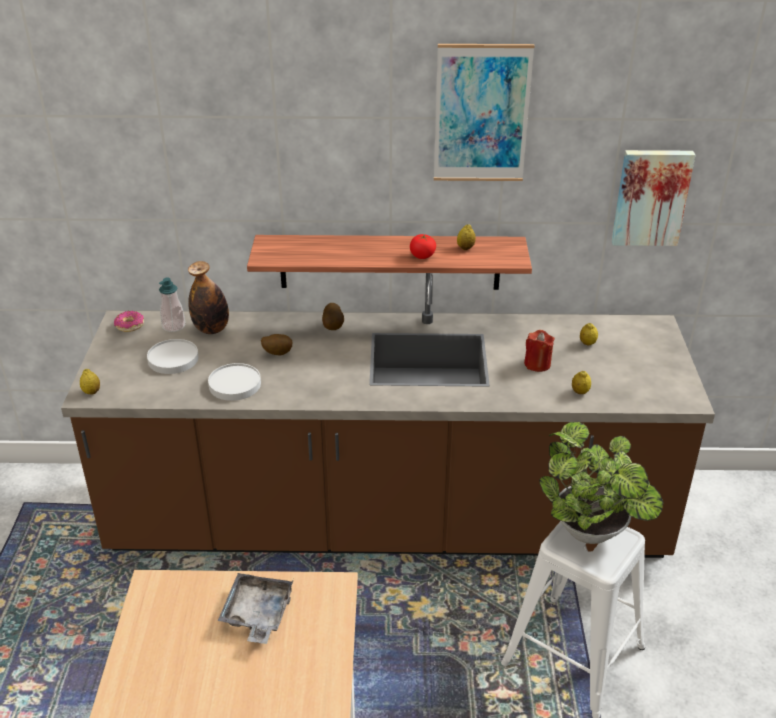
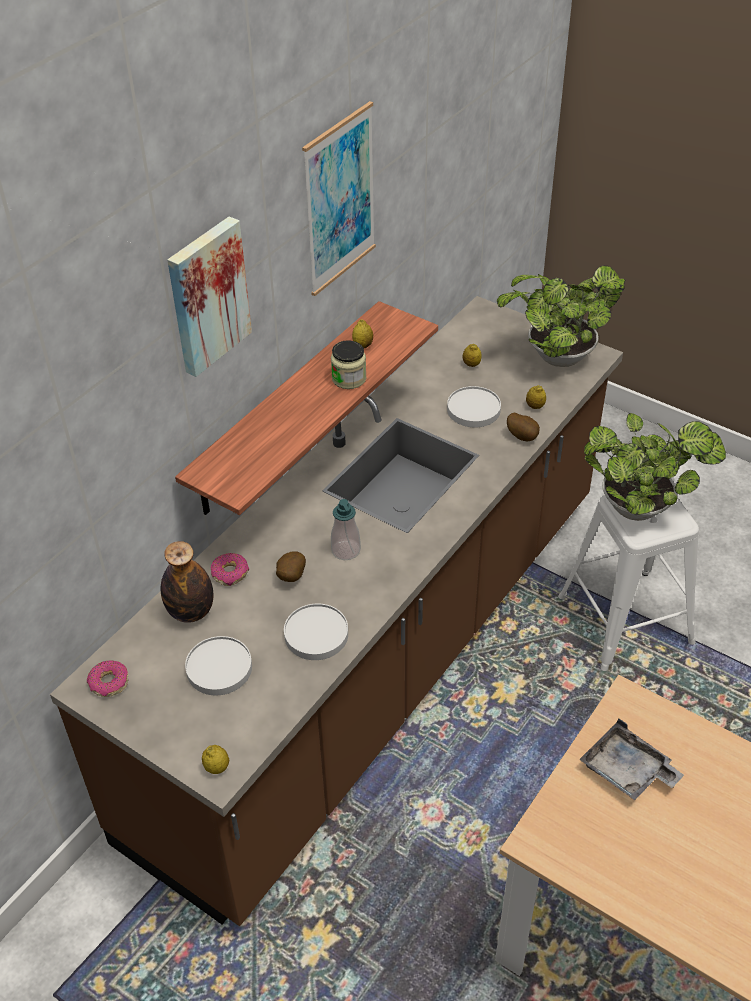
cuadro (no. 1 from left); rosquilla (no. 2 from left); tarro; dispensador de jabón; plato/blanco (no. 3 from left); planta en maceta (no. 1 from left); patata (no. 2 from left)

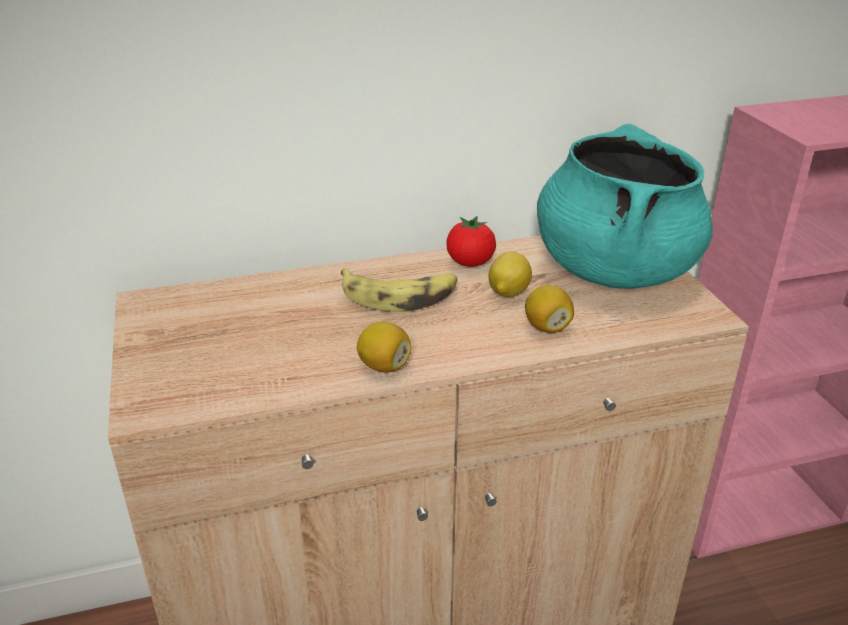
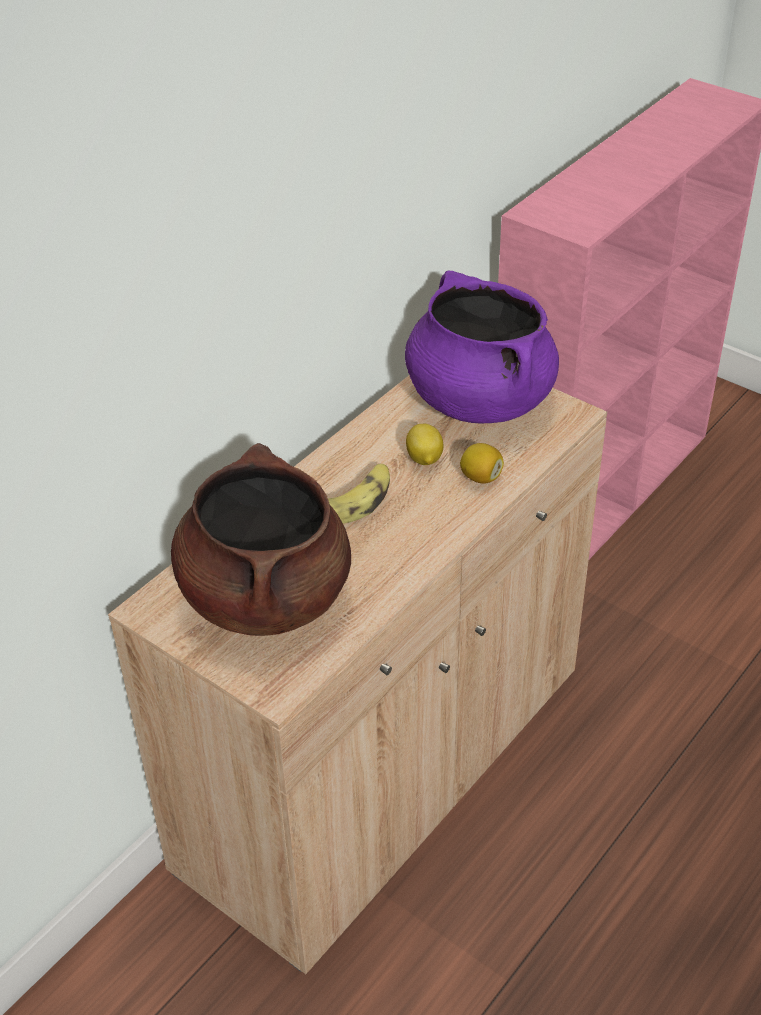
olla/marrón; olla/morado; limón (no. 1 from left in the first image); tomate

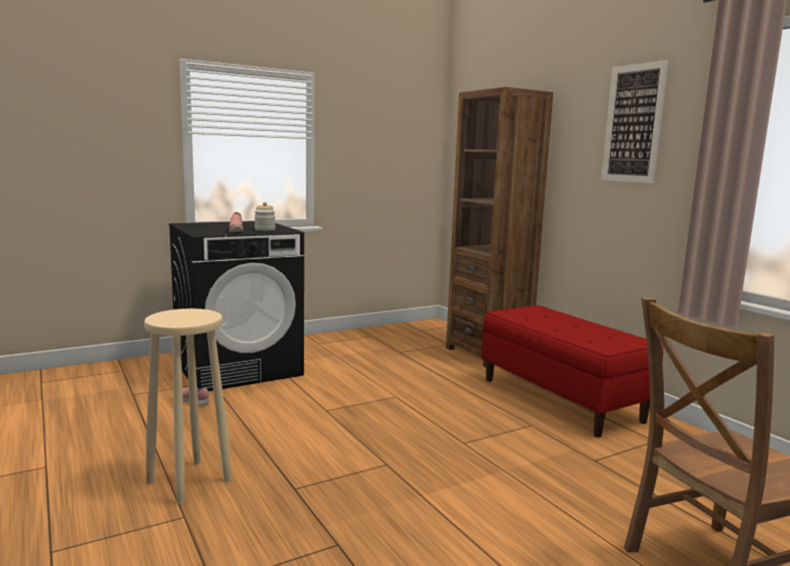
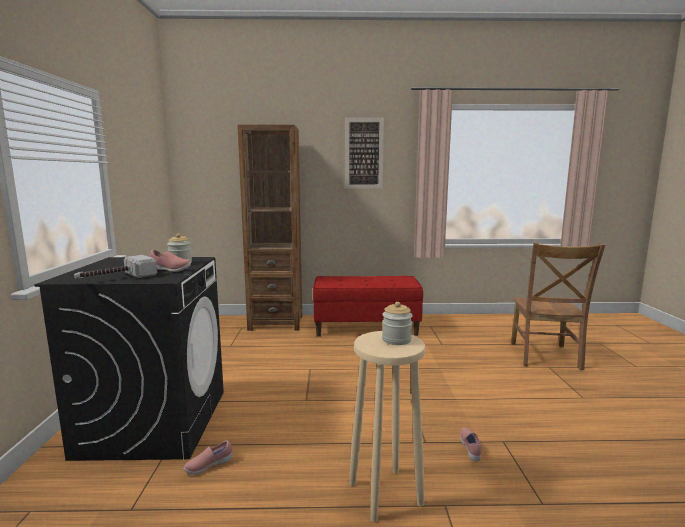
martillo; tarro (no. 2 from left); zapato/rosa (no. 3 from left)

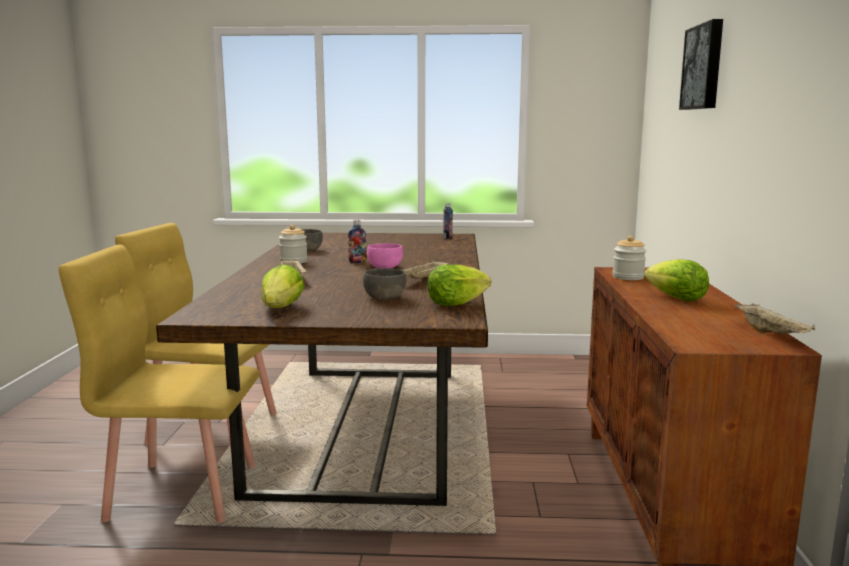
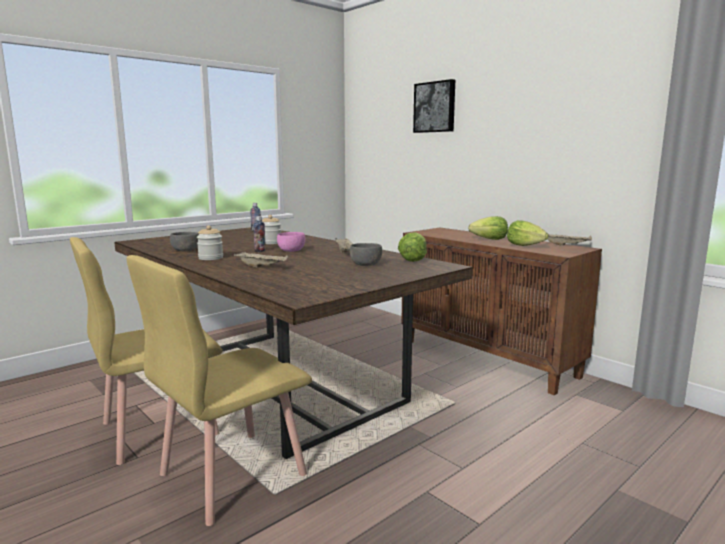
tarro (no. 2 from left); lechuga (no. 3 from left)

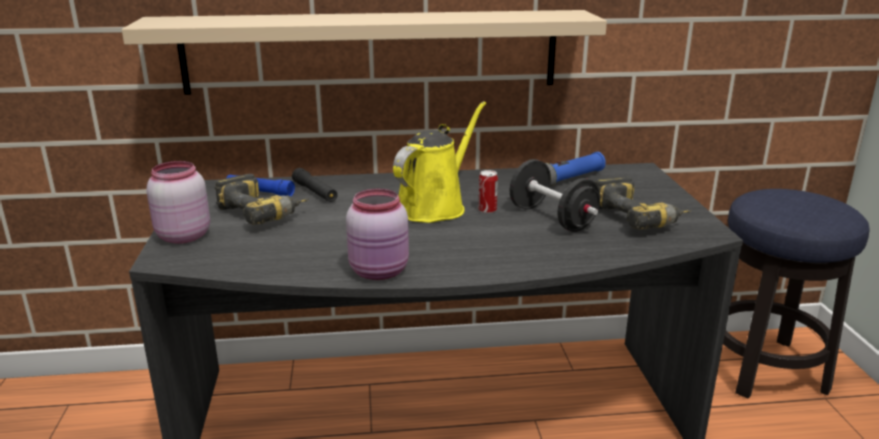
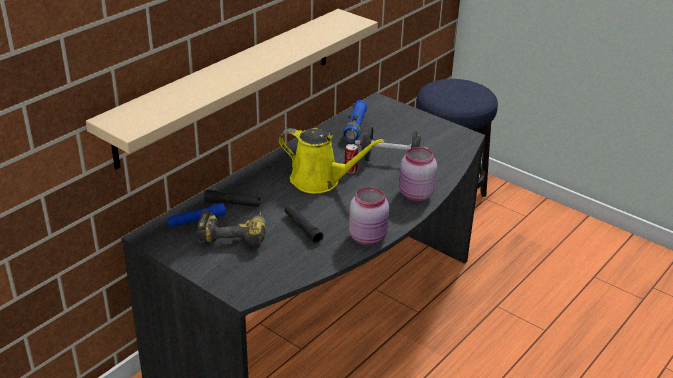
regadera/amarillo; linterna/negro (no. 2 from left); tarro/rosa (no. 2 from left); taladro (no. 2 from left in the first image)

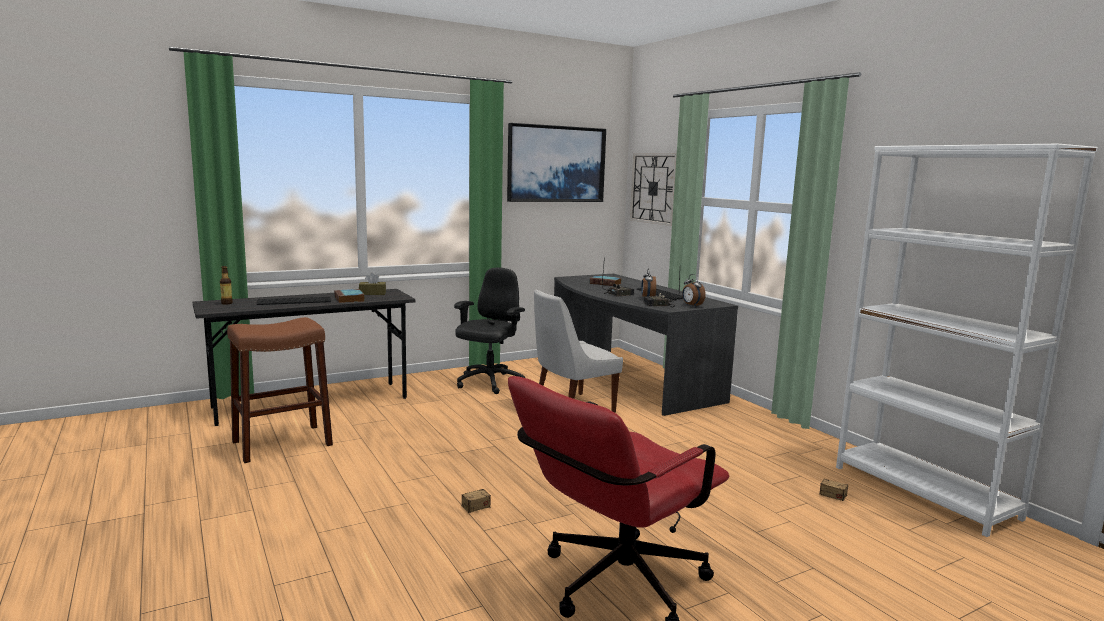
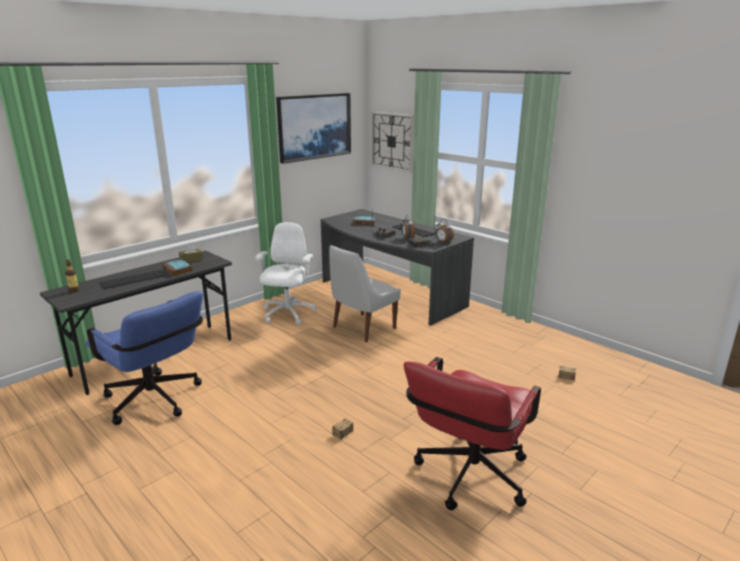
silla de oficina/azul; silla de oficina/blanco; estantería/blanco

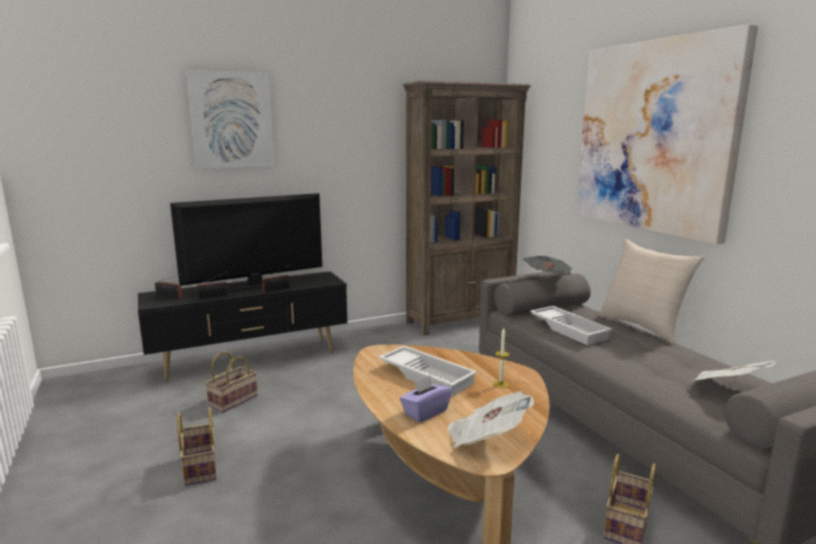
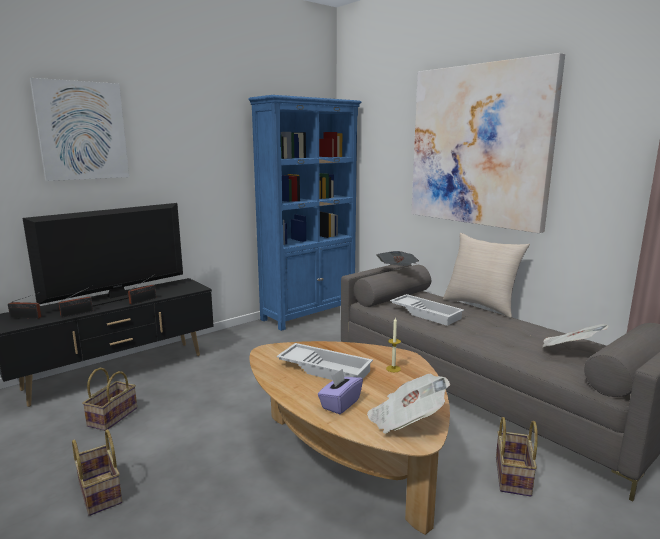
estantería/azul

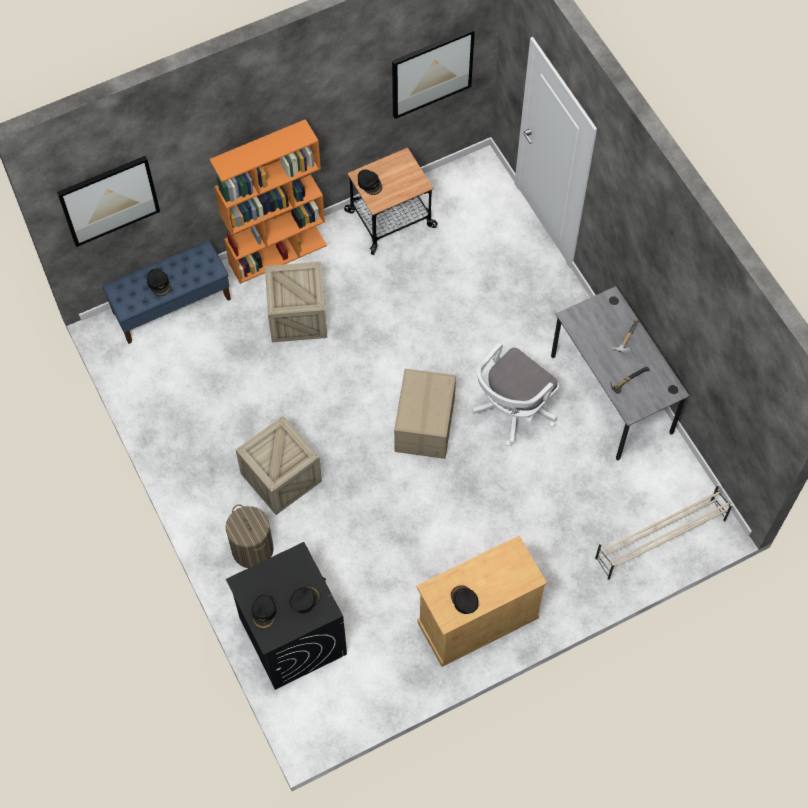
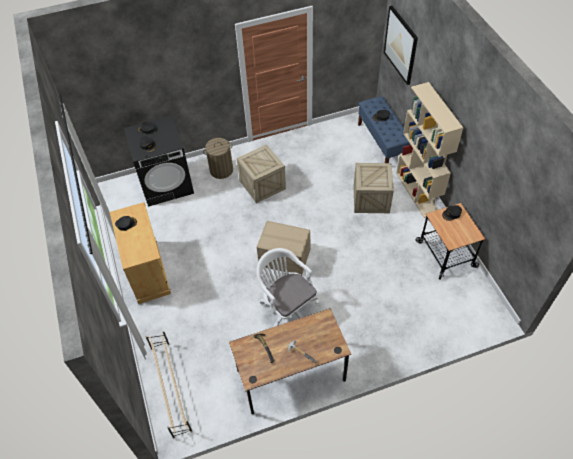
escritorio/marrón; estantería/beis; cuadro (no. 2 from left in the first image)

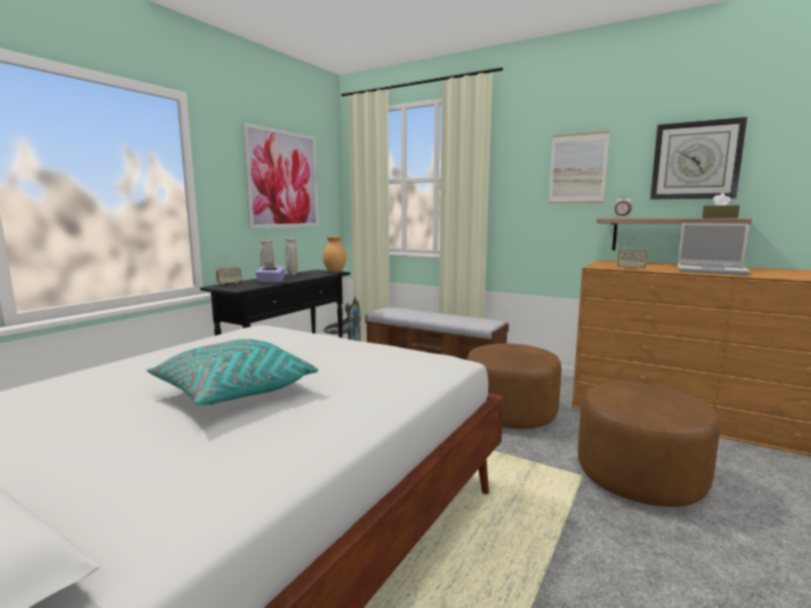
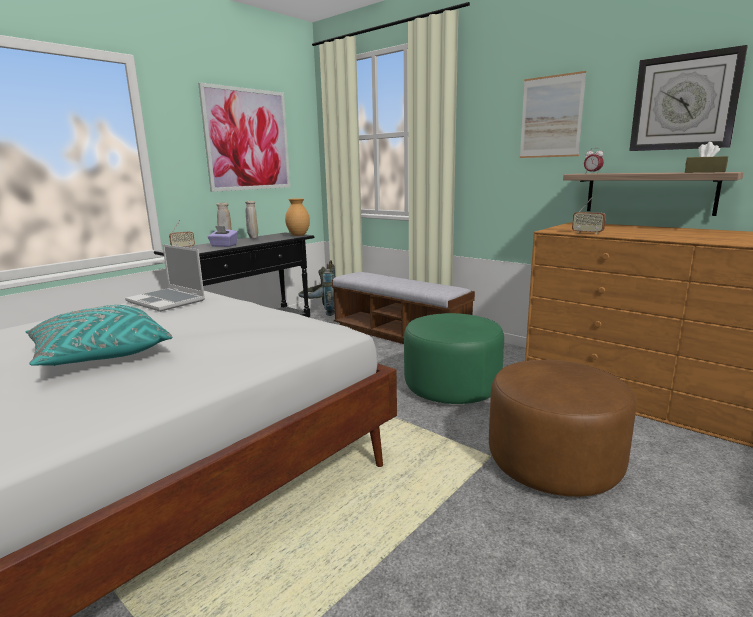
portátil; puf/verde

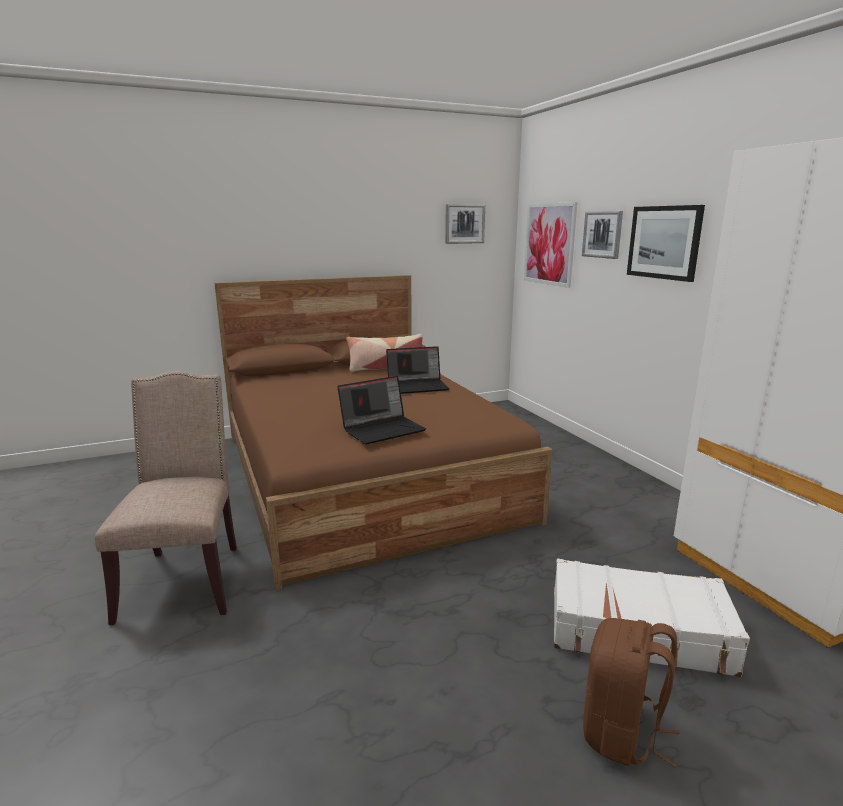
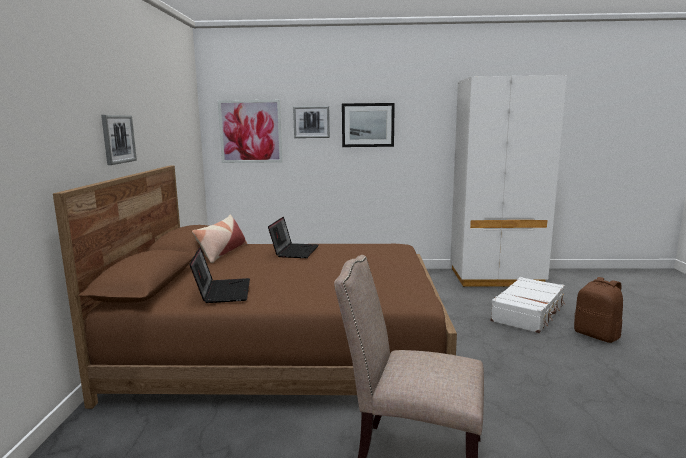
cuadro (no. 1 from left); portátil (no. 1 from left)

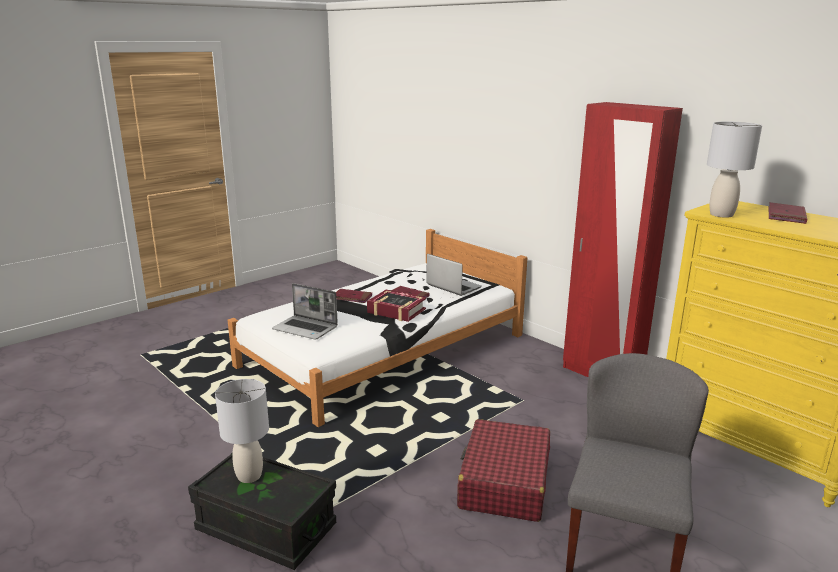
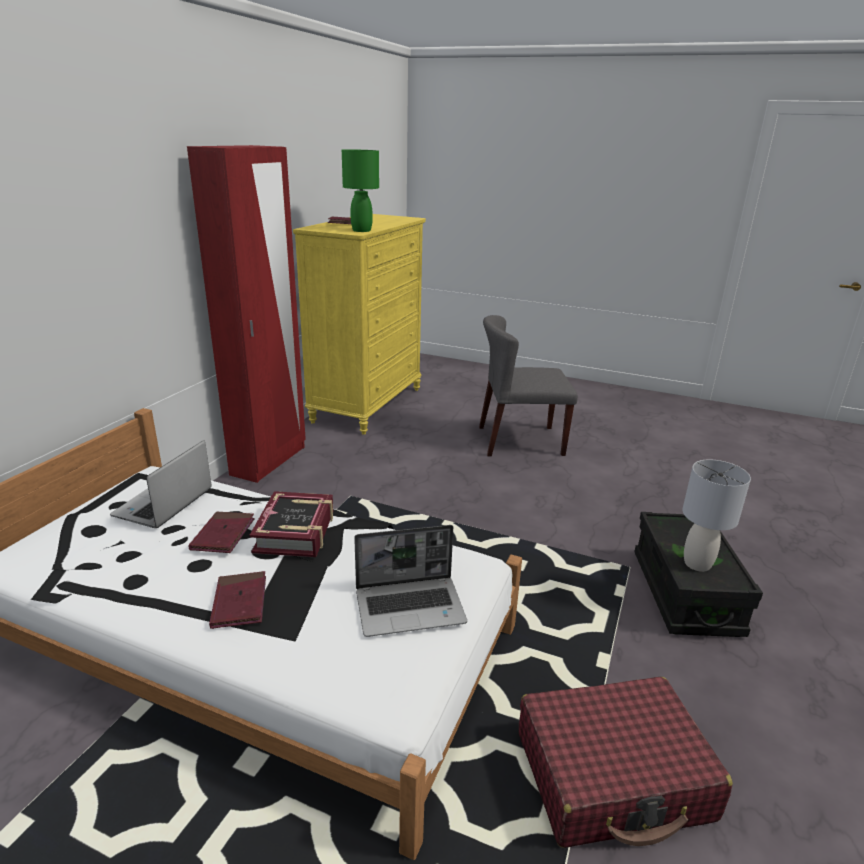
lámpara de mesa/verde; portátil (no. 2 from left); maleta/rojo

